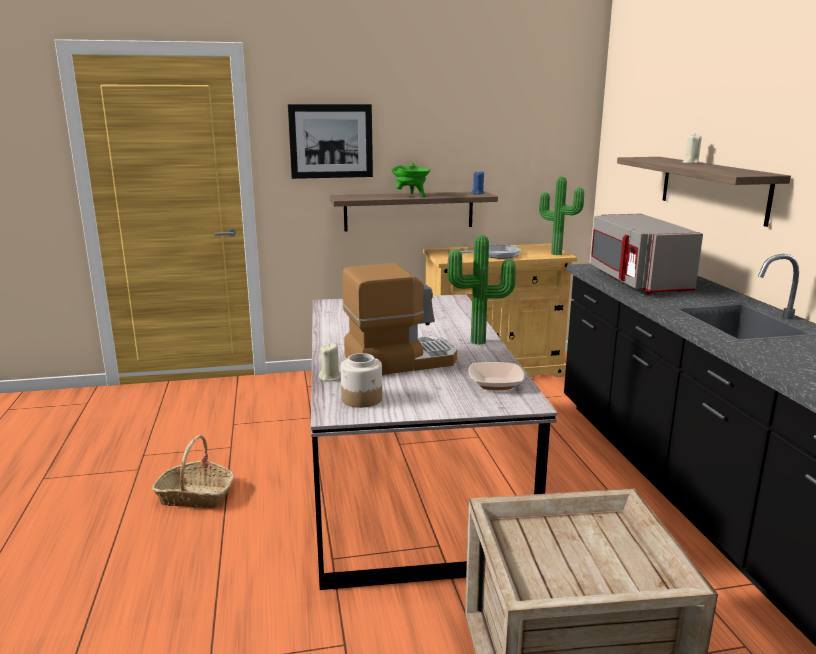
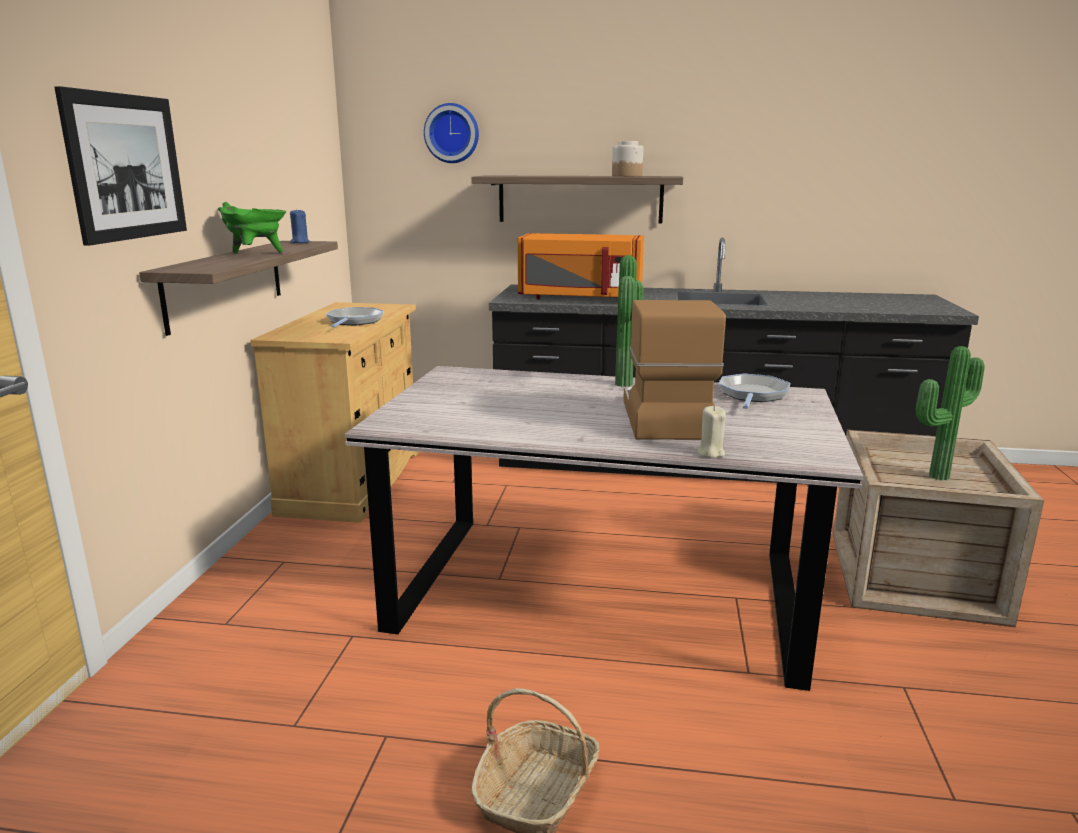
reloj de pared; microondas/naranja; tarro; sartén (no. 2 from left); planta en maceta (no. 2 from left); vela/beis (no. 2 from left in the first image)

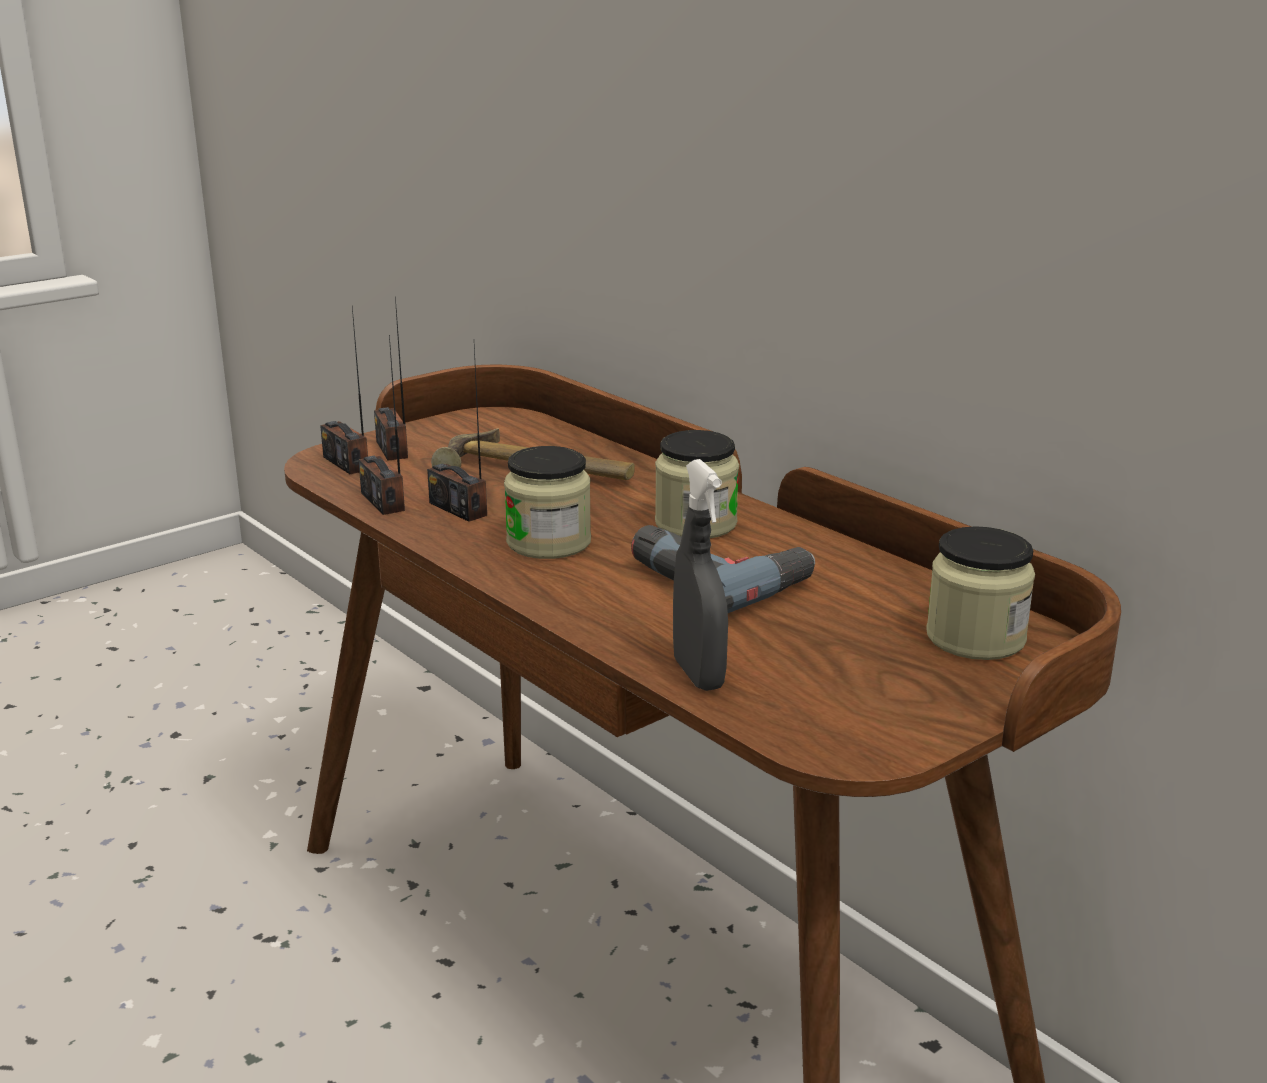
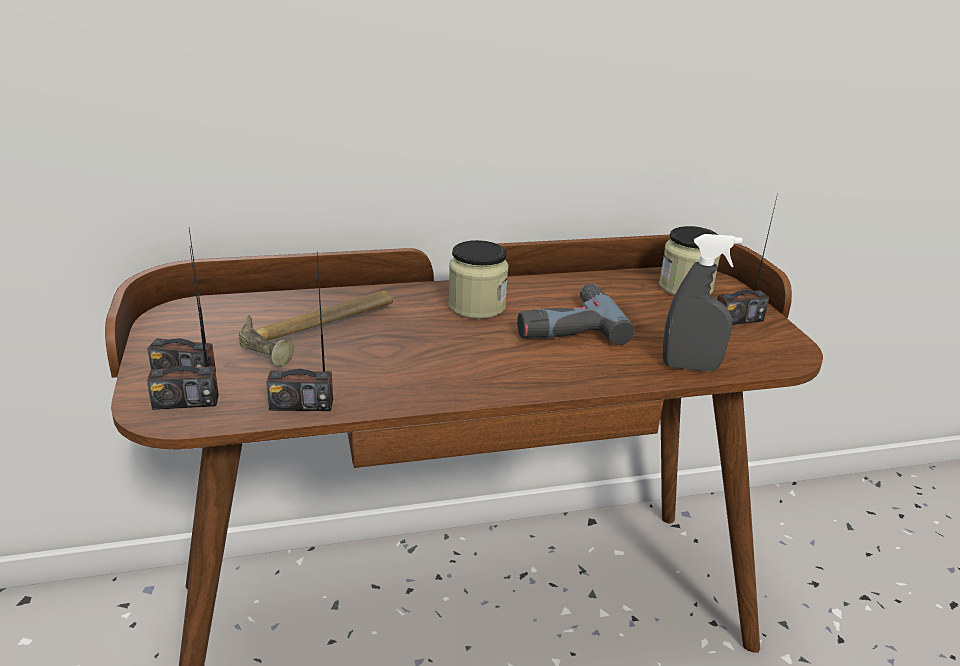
radio (no. 4 from left); tarro (no. 1 from left in the first image)

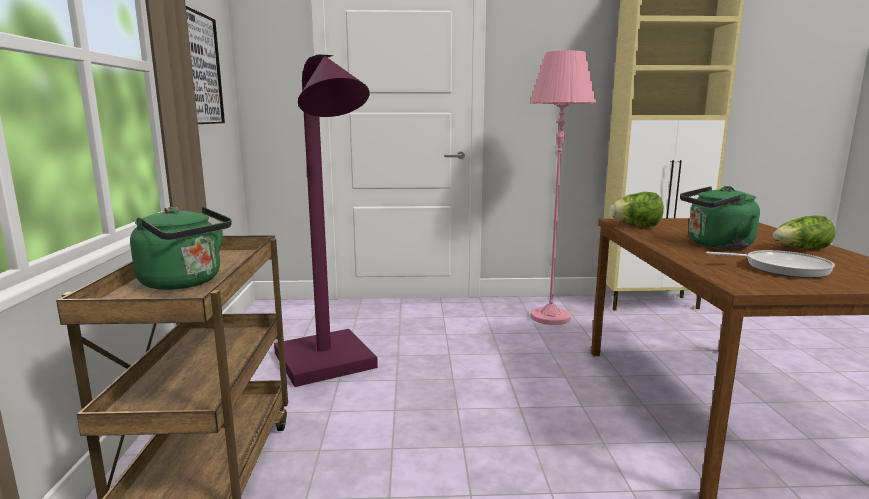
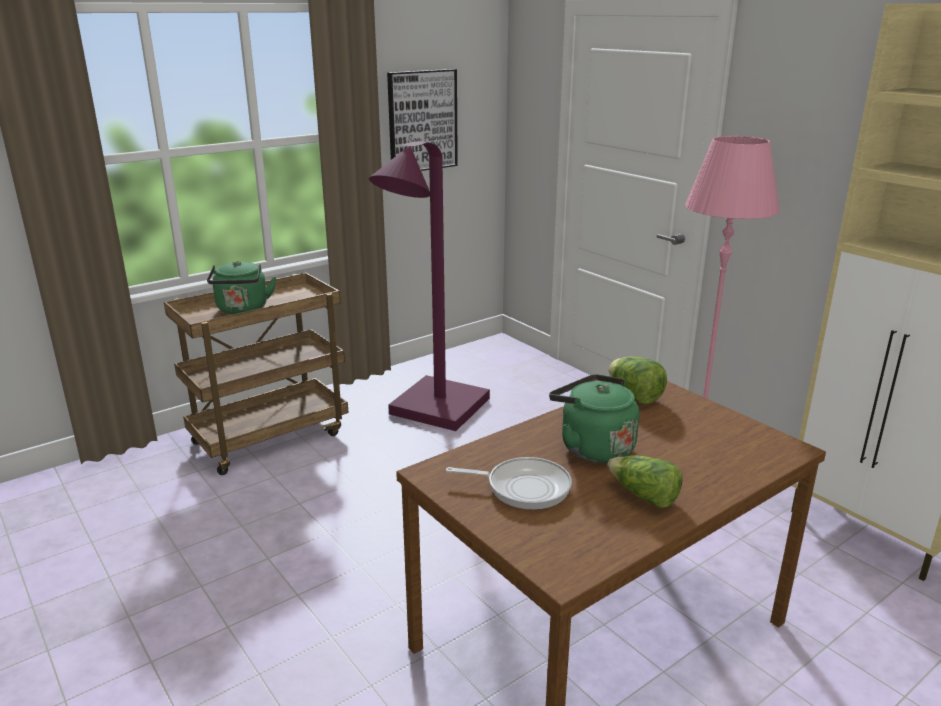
sartén

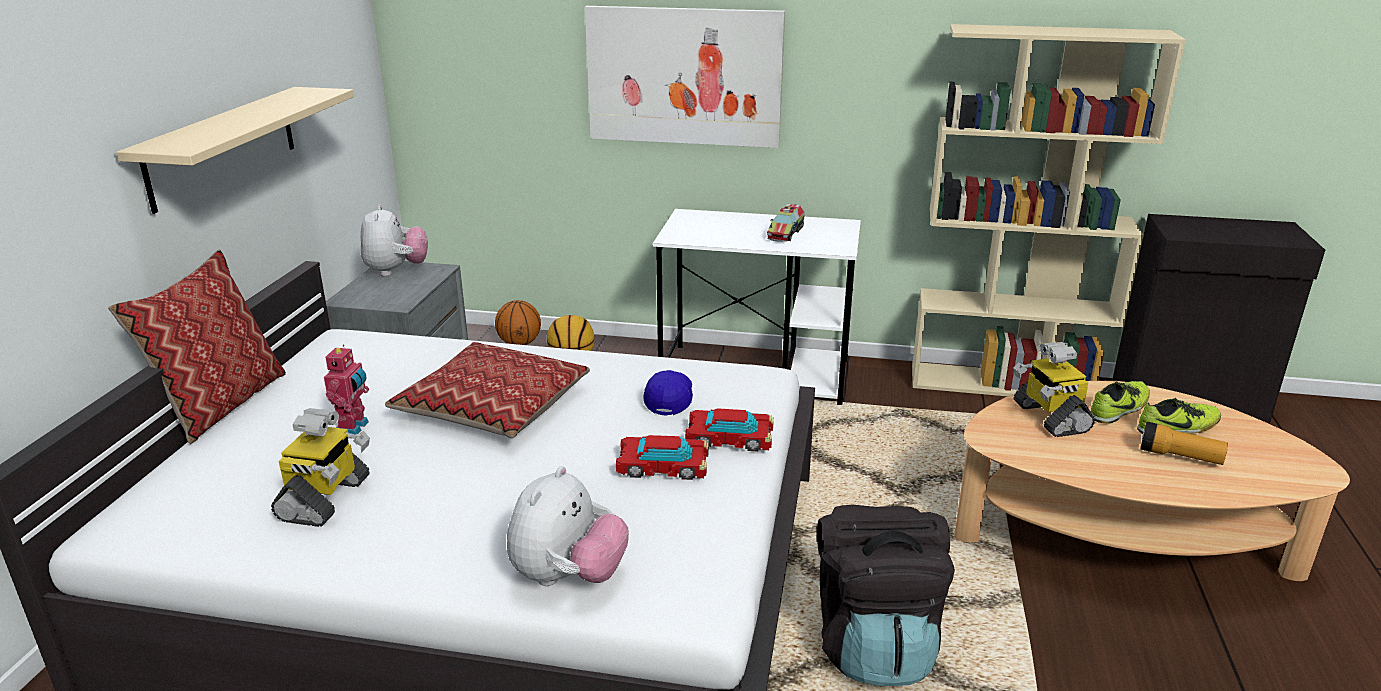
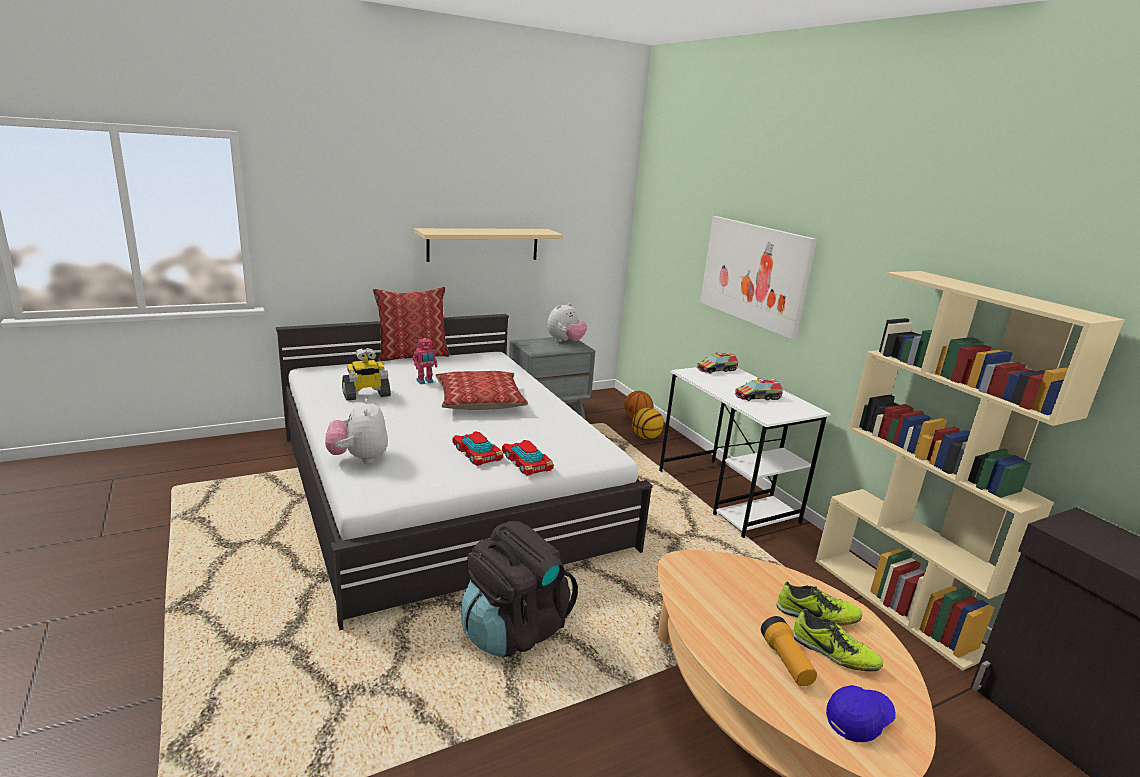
peluche (no. 1 from left); camión de juguete (no. 1 from left); gorra/azul; robot de juguete (no. 3 from left in the first image)

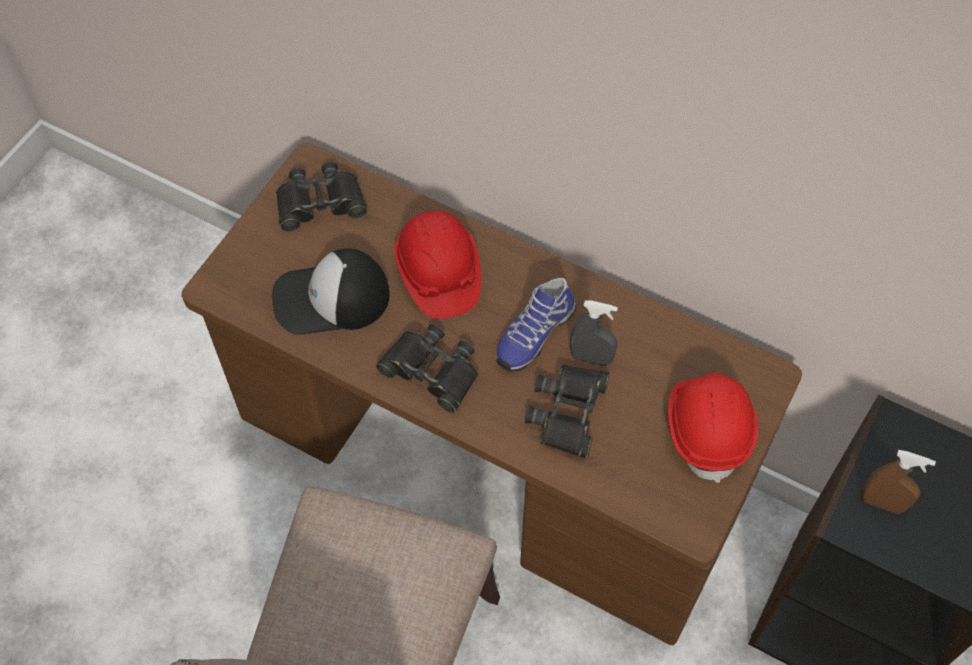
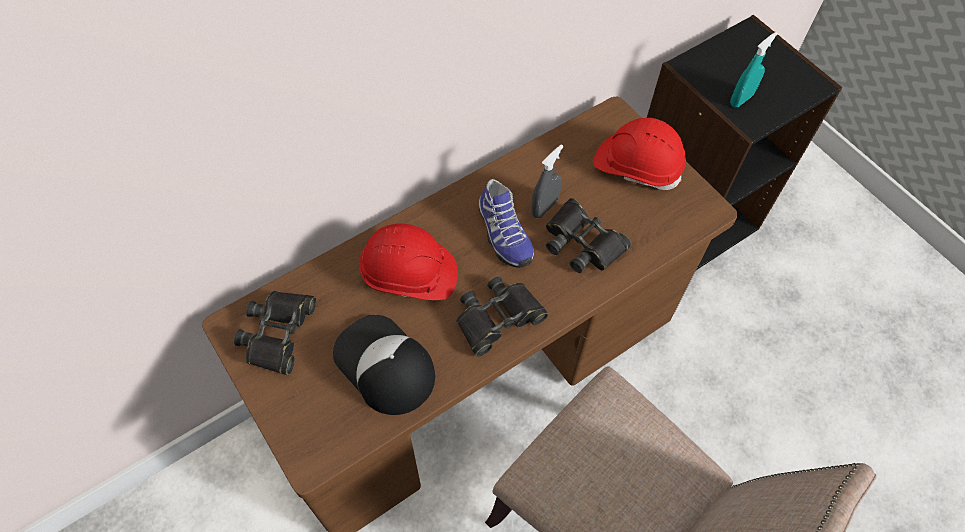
gorra; pulverizador/turquesa

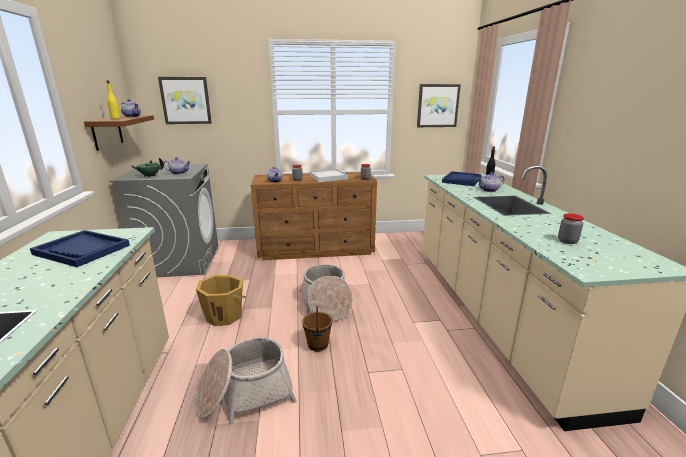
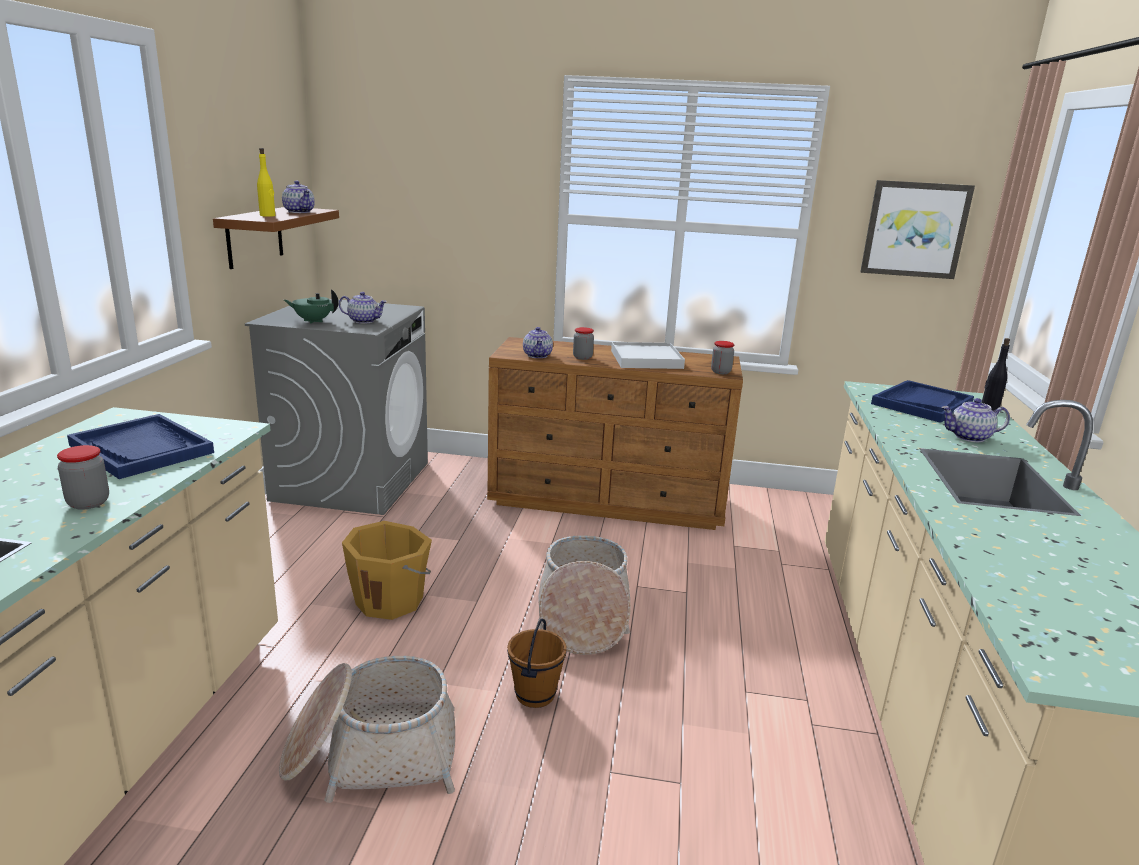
tarro (no. 1 from left); cuadro (no. 1 from left in the first image)

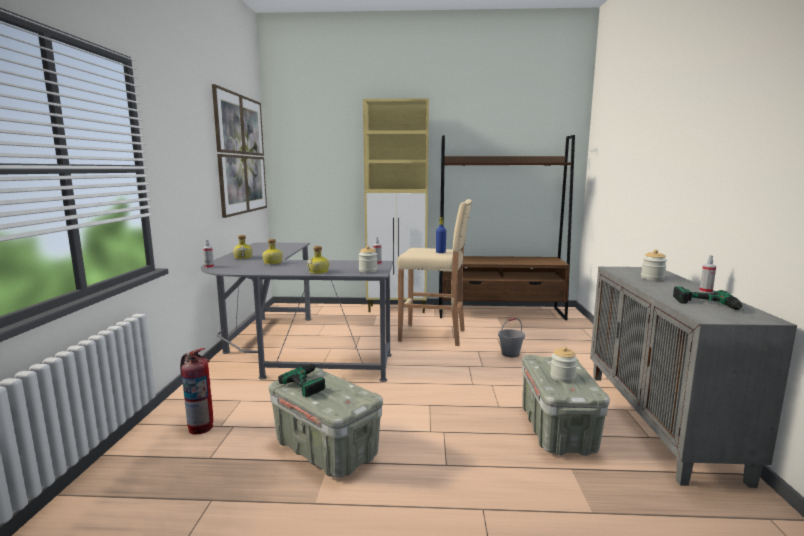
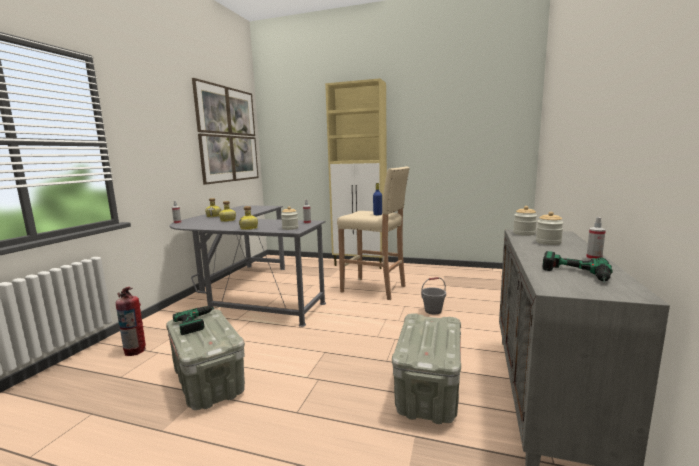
tarro (no. 2 from left); estantería/marrón

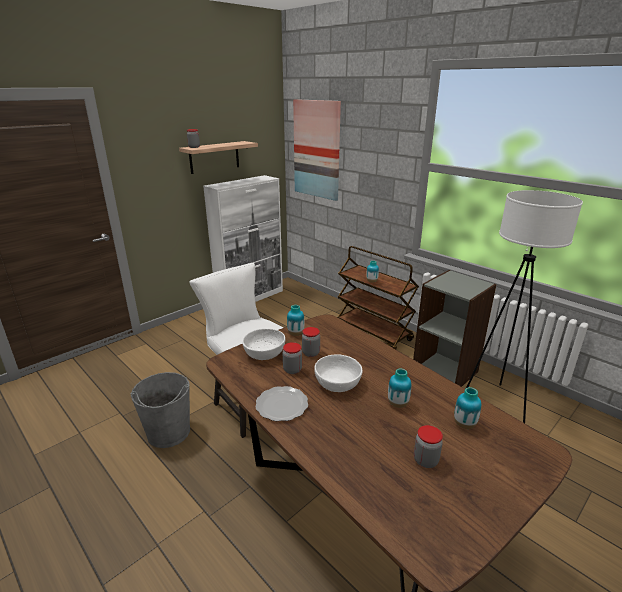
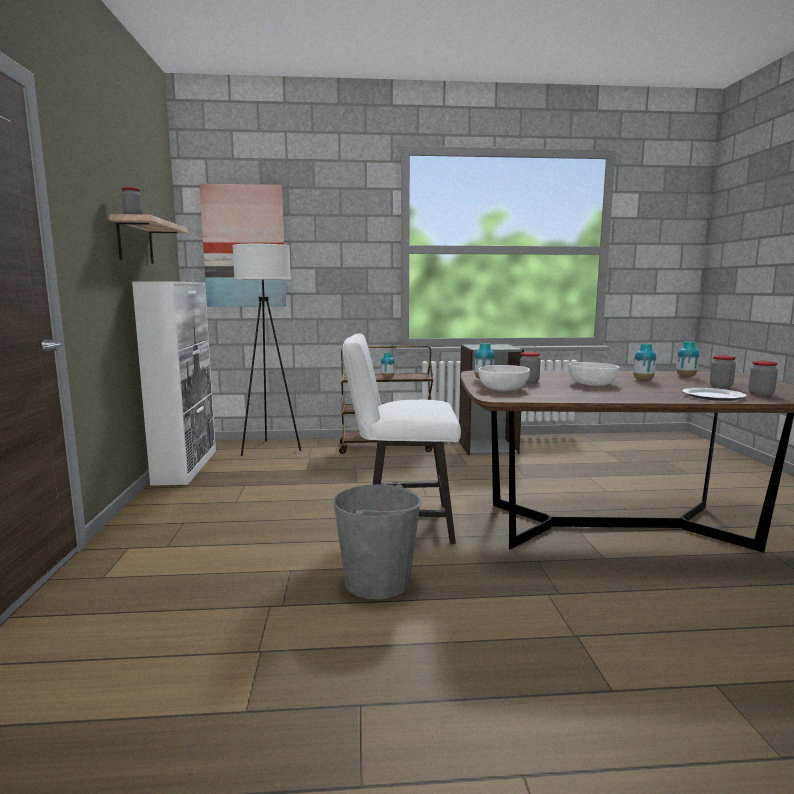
lámpara de pie/blanco; plato; tarro (no. 4 from left)

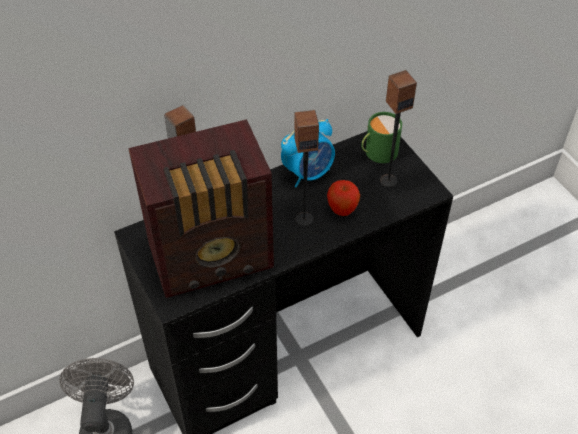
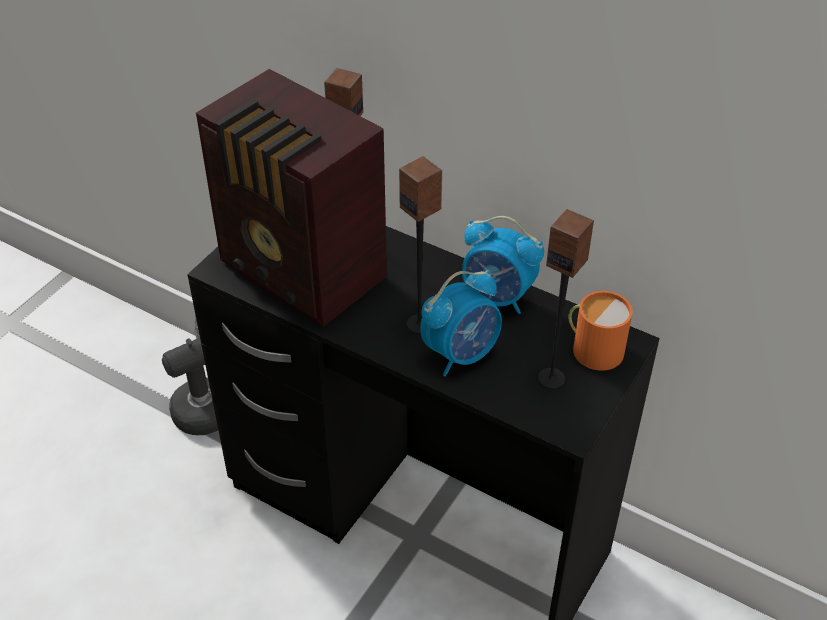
despertador (no. 1 from left); taza grande/naranja

